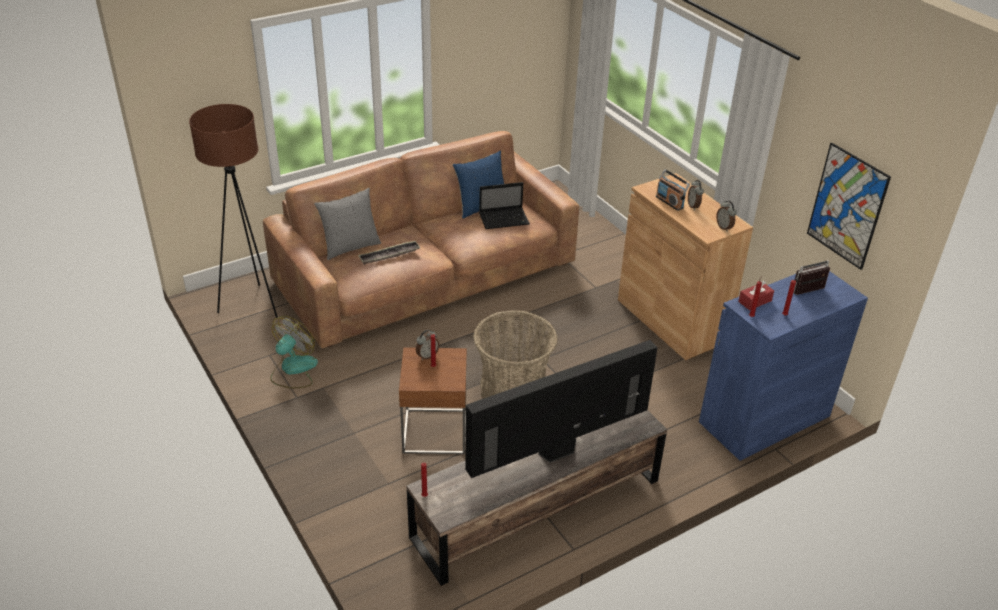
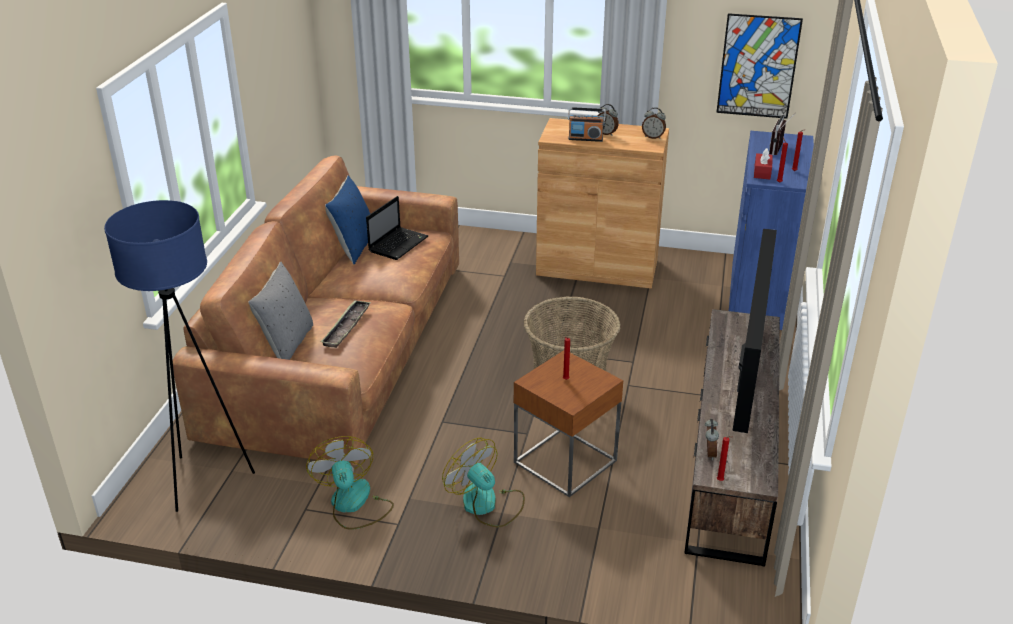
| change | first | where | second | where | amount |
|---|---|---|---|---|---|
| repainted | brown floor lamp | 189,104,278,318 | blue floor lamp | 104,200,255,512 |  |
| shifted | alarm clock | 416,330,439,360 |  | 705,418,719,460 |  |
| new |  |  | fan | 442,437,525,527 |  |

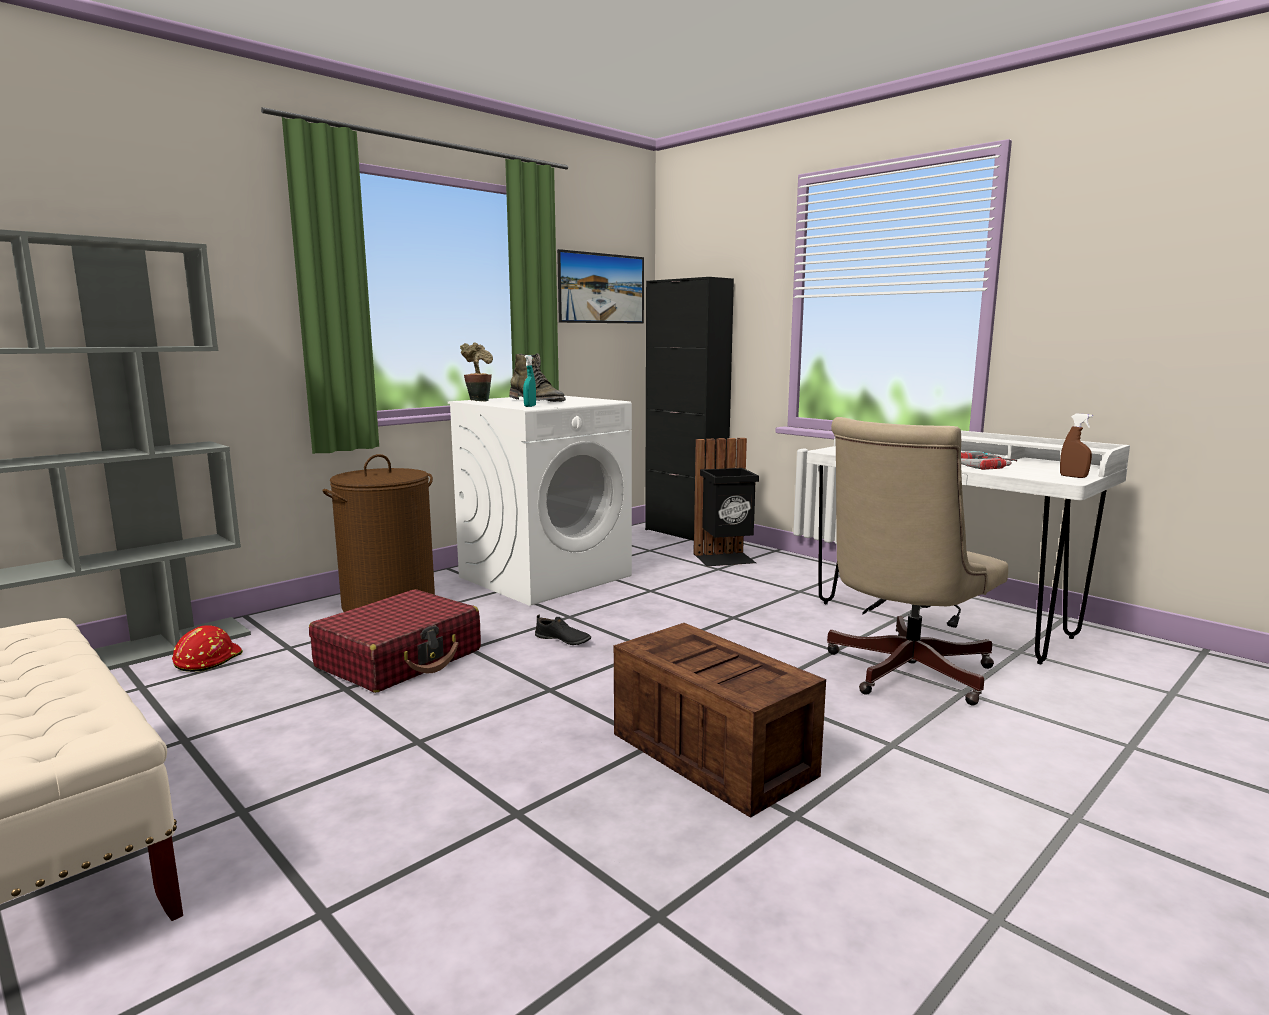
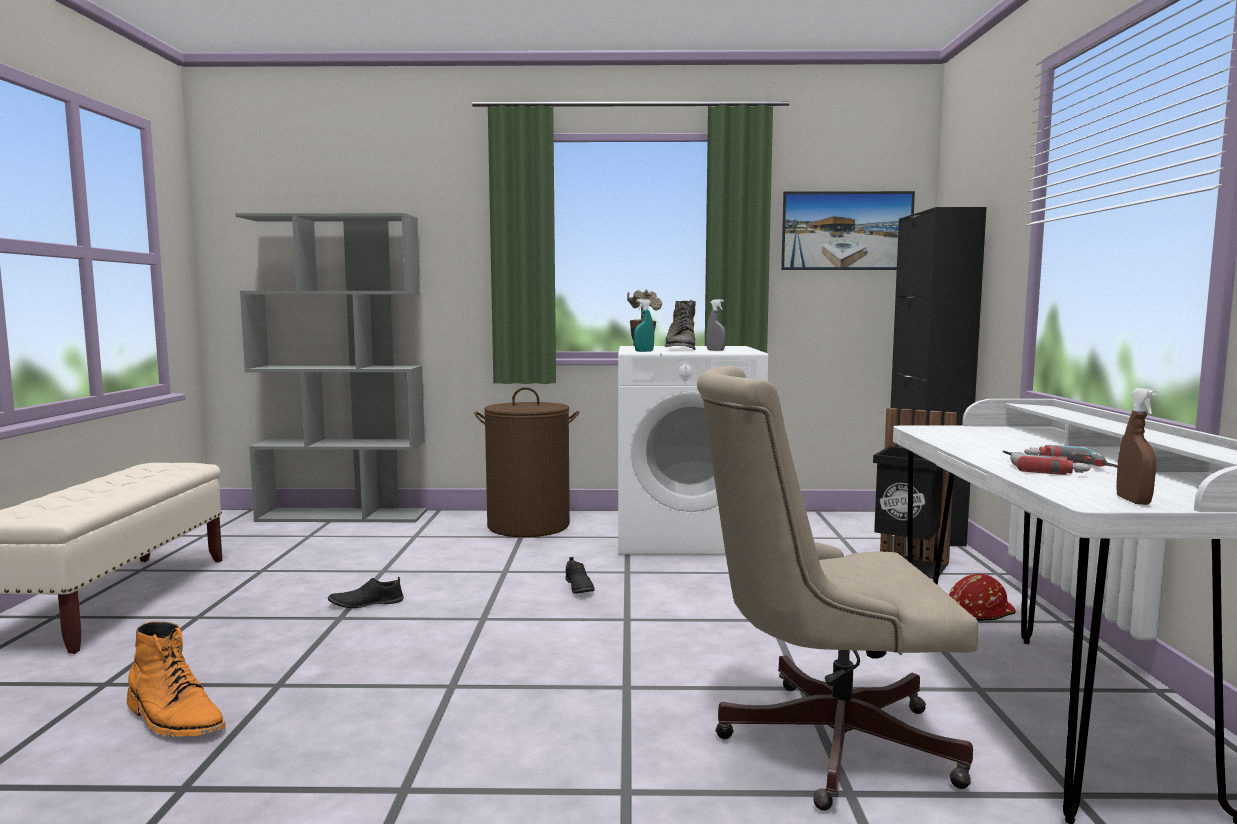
| change | first | where | second | where | amount |
|---|---|---|---|---|---|
| shifted | red hard hat | 172,625,243,672 |  | 949,574,1016,621 |  |
| gone | red suitcase | 309,589,481,693 |  |  |  |
| gone | crate | 614,623,826,818 |  |  |  |
| new |  |  | orange boot | 127,621,226,737 |  |
| new |  |  | black shoe | 328,577,404,608 |  |
| new |  |  | grey spray bottle | 706,299,726,351 |  |

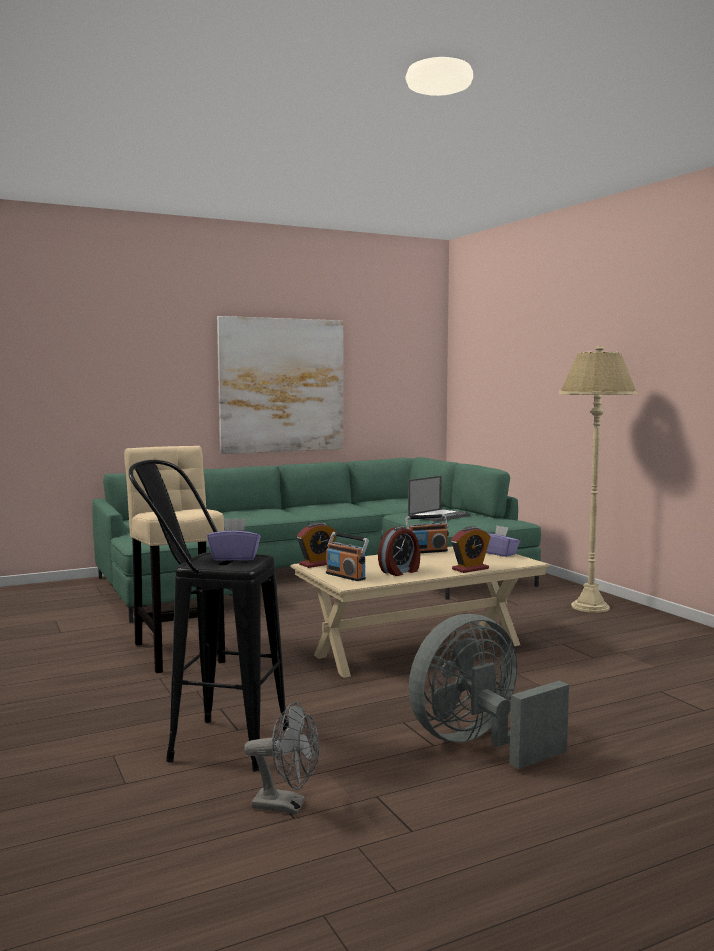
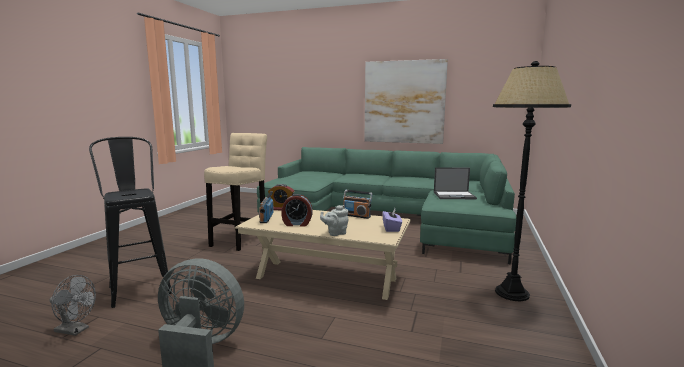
| change | first | where | second | where | amount |
|---|---|---|---|---|---|
| gone | purple tissue box | 207,518,261,561 |  |  |  |
| rotated | grey fan | 244,702,319,814 |  | 49,275,96,336 | 45 degrees counterclockwise |
| swapped | alarm clock | 451,526,491,573 | grey teapot | 320,205,348,236 |  |
| repainted | beige floor lamp | 559,346,638,613 | black floor lamp | 493,61,571,301 |  |

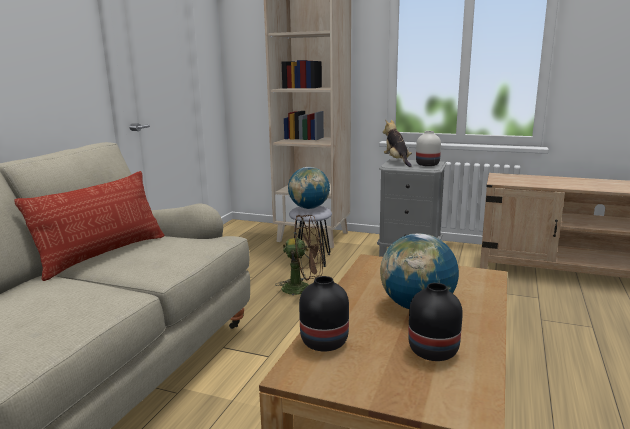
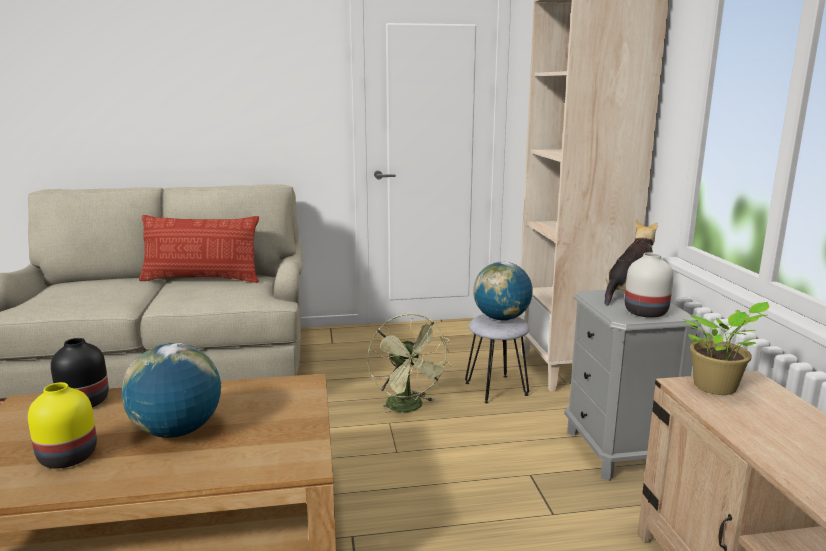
| change | first | where | second | where | amount |
|---|---|---|---|---|---|
| repainted | brown fan | 275,215,324,295 | green fan | 367,314,451,417 |  |
| repainted | black vase | 408,283,463,361 | yellow vase | 28,382,97,469 |  |
| new |  |  | potted plant | 683,302,769,395 |  |

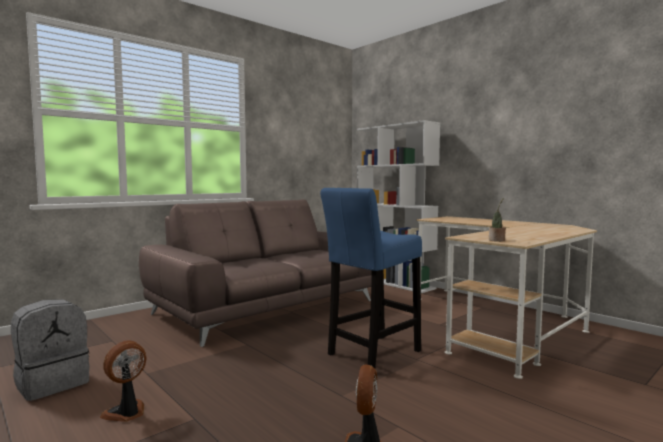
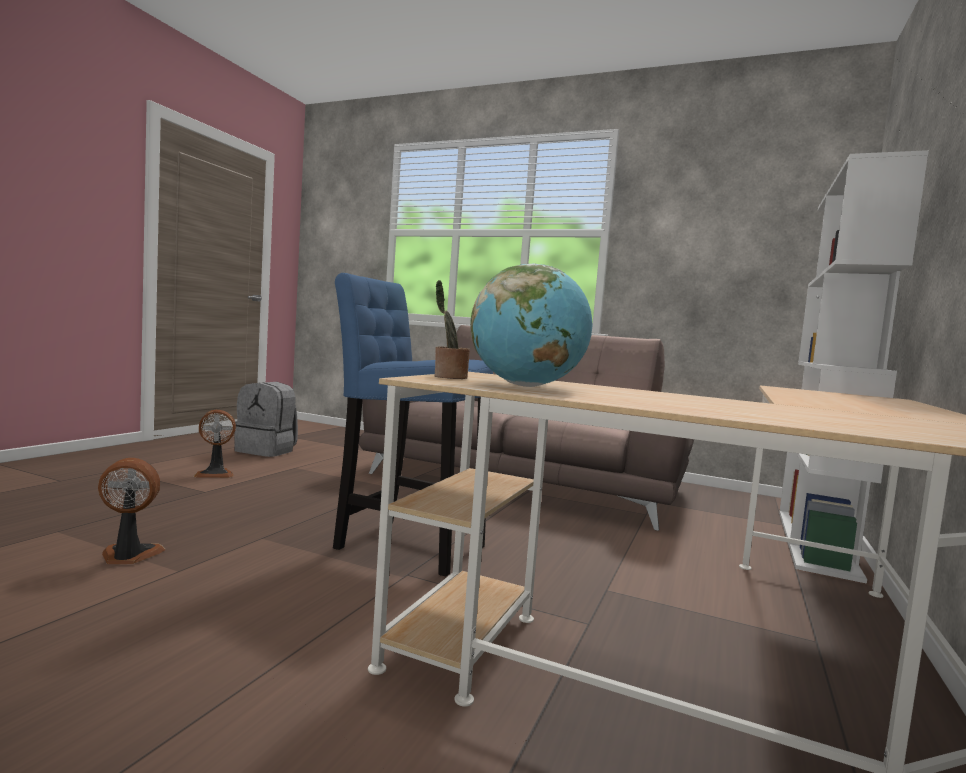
| change | first | where | second | where | amount |
|---|---|---|---|---|---|
| rotated | fan | 100,340,146,422 |  | 193,410,236,478 | 150 degrees clockwise |
| new |  |  | globe | 470,263,592,387 |  |

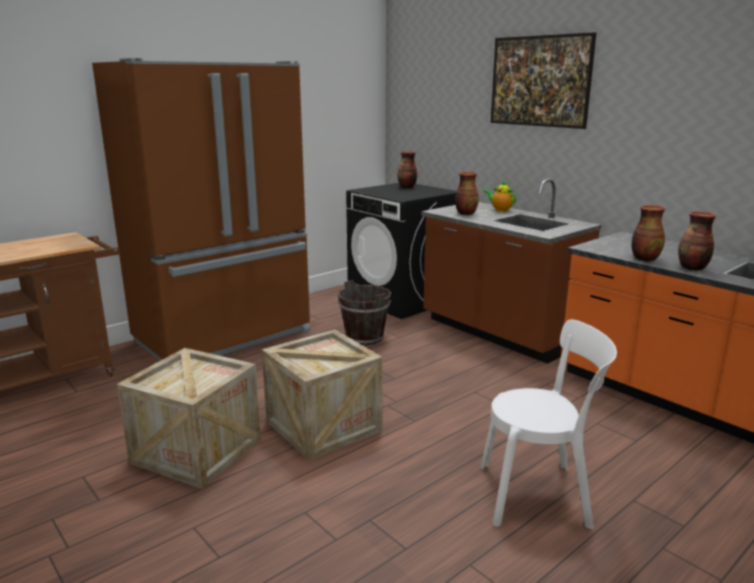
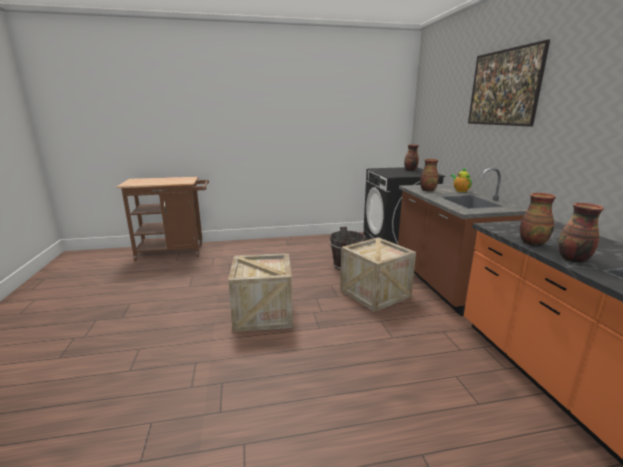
| change | first | where | second | where | amount |
|---|---|---|---|---|---|
| gone | brown fridge | 92,58,310,361 |  |  |  |
| shifted | crate | 117,348,261,489 |  | 340,237,416,312 |  |
| gone | white chair | 481,319,617,529 |  |  |  |

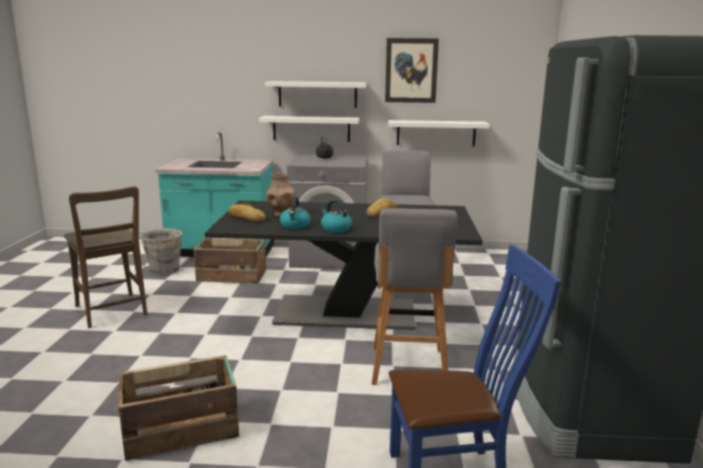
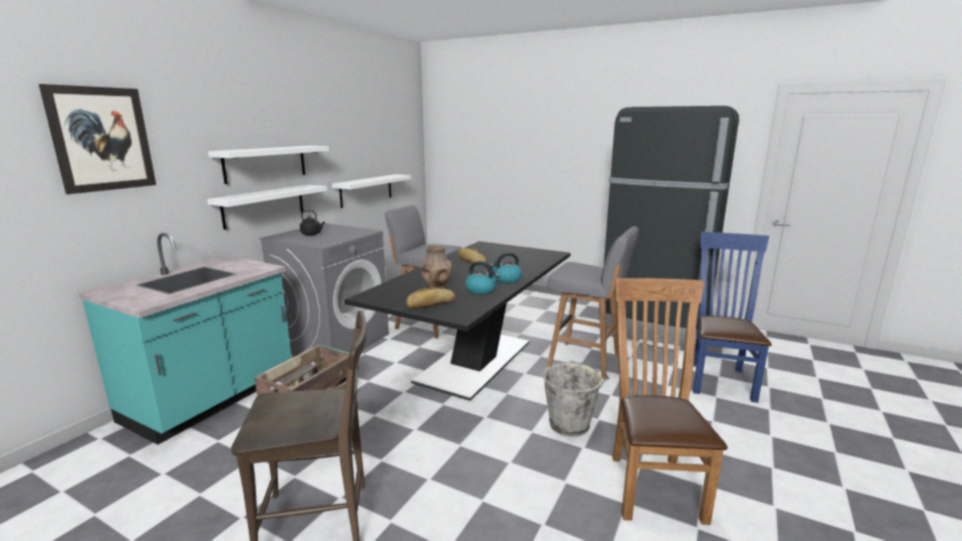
| change | first | where | second | where | amount |
|---|---|---|---|---|---|
| swapped | crate | 118,355,239,461 | brown chair | 612,278,728,525 |  |
| shifted | grey bucket | 140,228,184,275 |  | 543,361,609,437 |  |
| shifted | picture | 385,38,439,103 |  | 39,84,156,194 |  |

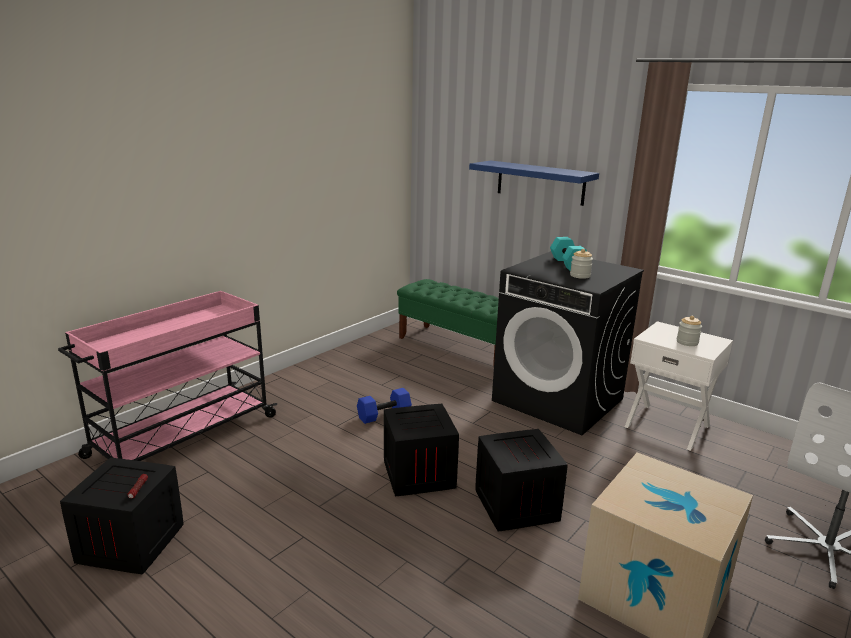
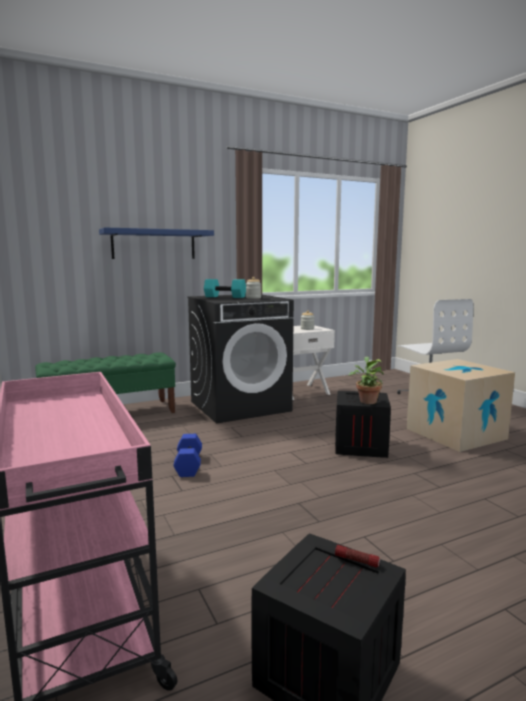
| change | first | where | second | where | amount |
|---|---|---|---|---|---|
| gone | crate | 384,404,459,496 |  |  |  |
| new |  |  | potted plant | 348,356,384,404 |  |

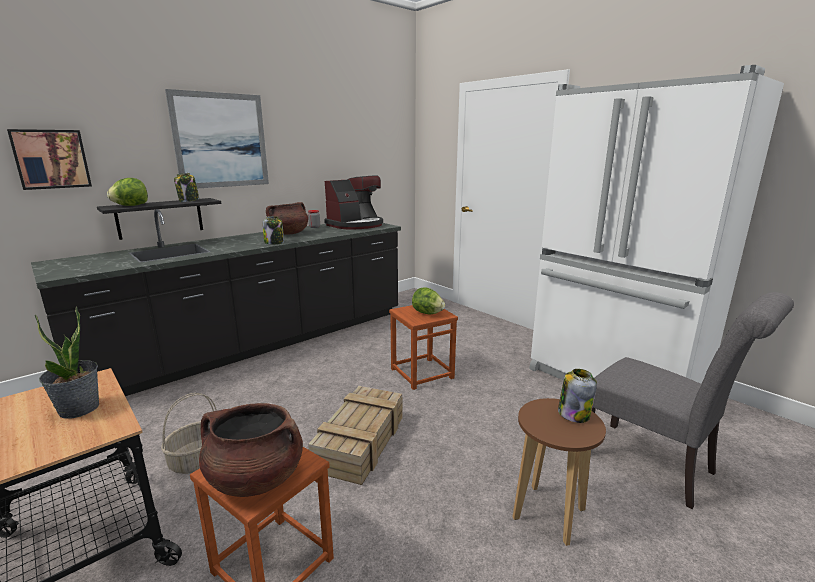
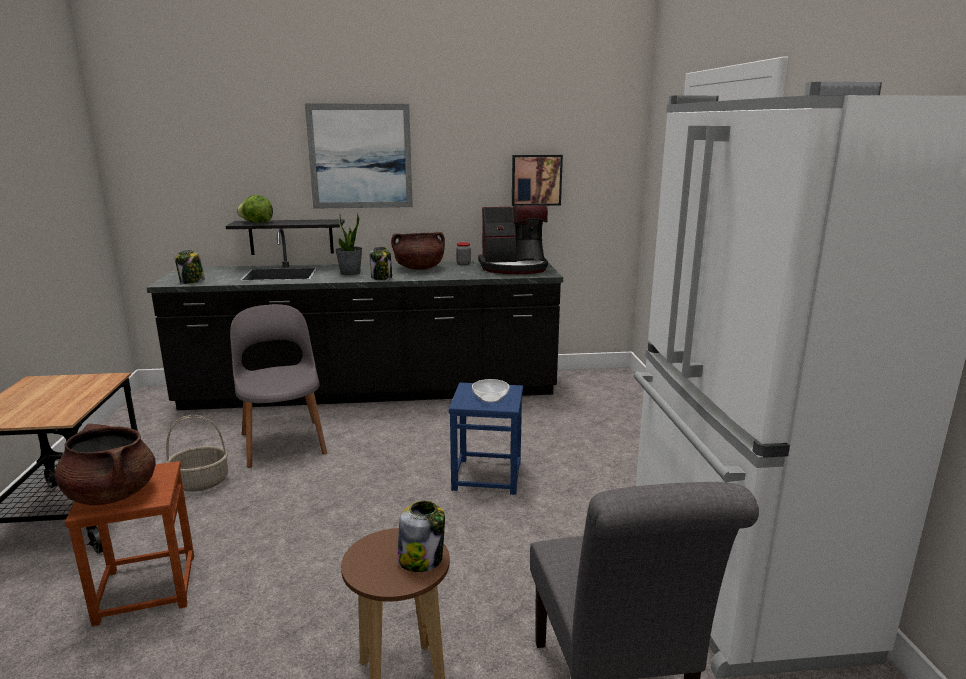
| change | first | where | second | where | amount |
|---|---|---|---|---|---|
| shifted | picture | 7,129,92,190 |  | 512,155,563,206 |  |
| shifted | potted plant | 35,306,99,419 |  | 335,213,363,275 |  |
| shifted | jar | 174,173,199,202 |  | 175,250,205,284 |  |
| gone | crate | 308,386,402,485 |  |  |  |
| repainted | brown stool | 389,305,458,390 | blue stool | 448,383,523,495 |  |
| swapped | lettuce | 412,287,445,314 | bowl | 472,379,509,403 |  |
| new |  |  | grey chair | 230,304,327,468 |  |

